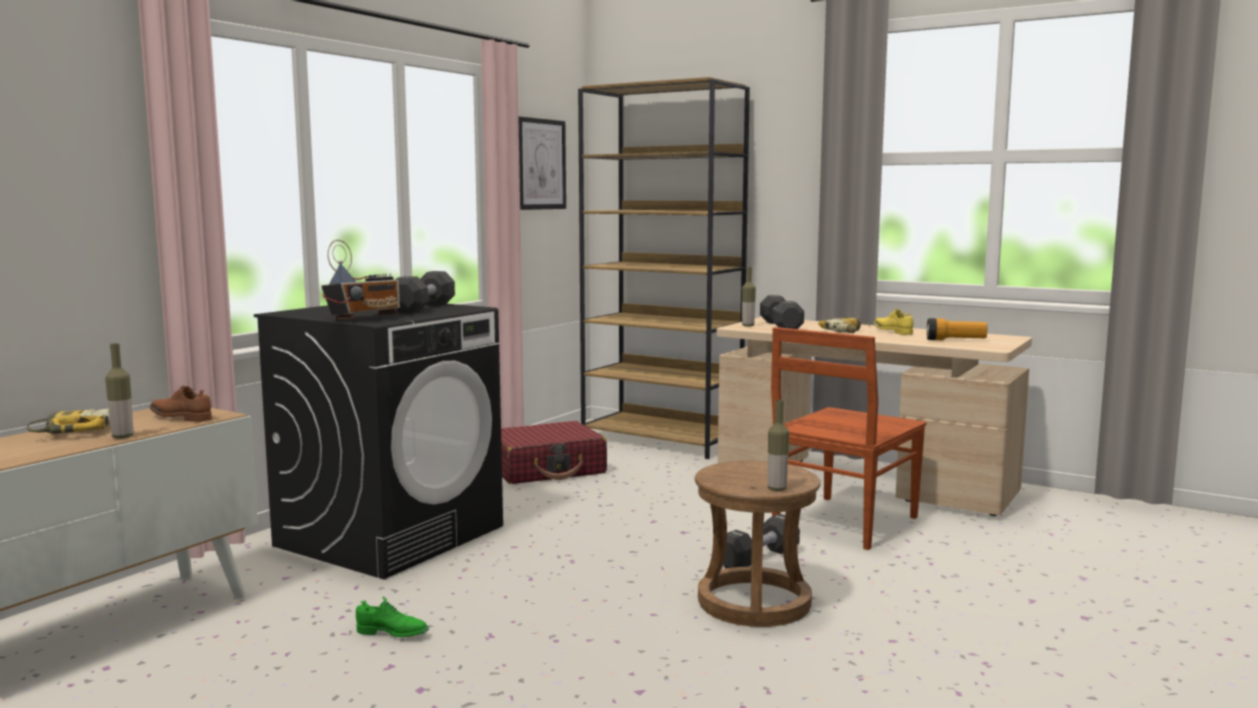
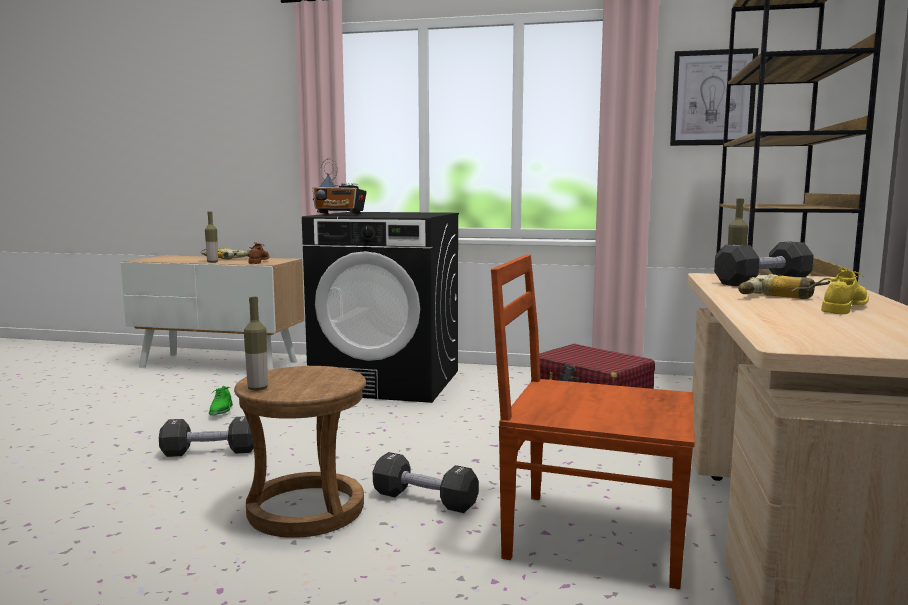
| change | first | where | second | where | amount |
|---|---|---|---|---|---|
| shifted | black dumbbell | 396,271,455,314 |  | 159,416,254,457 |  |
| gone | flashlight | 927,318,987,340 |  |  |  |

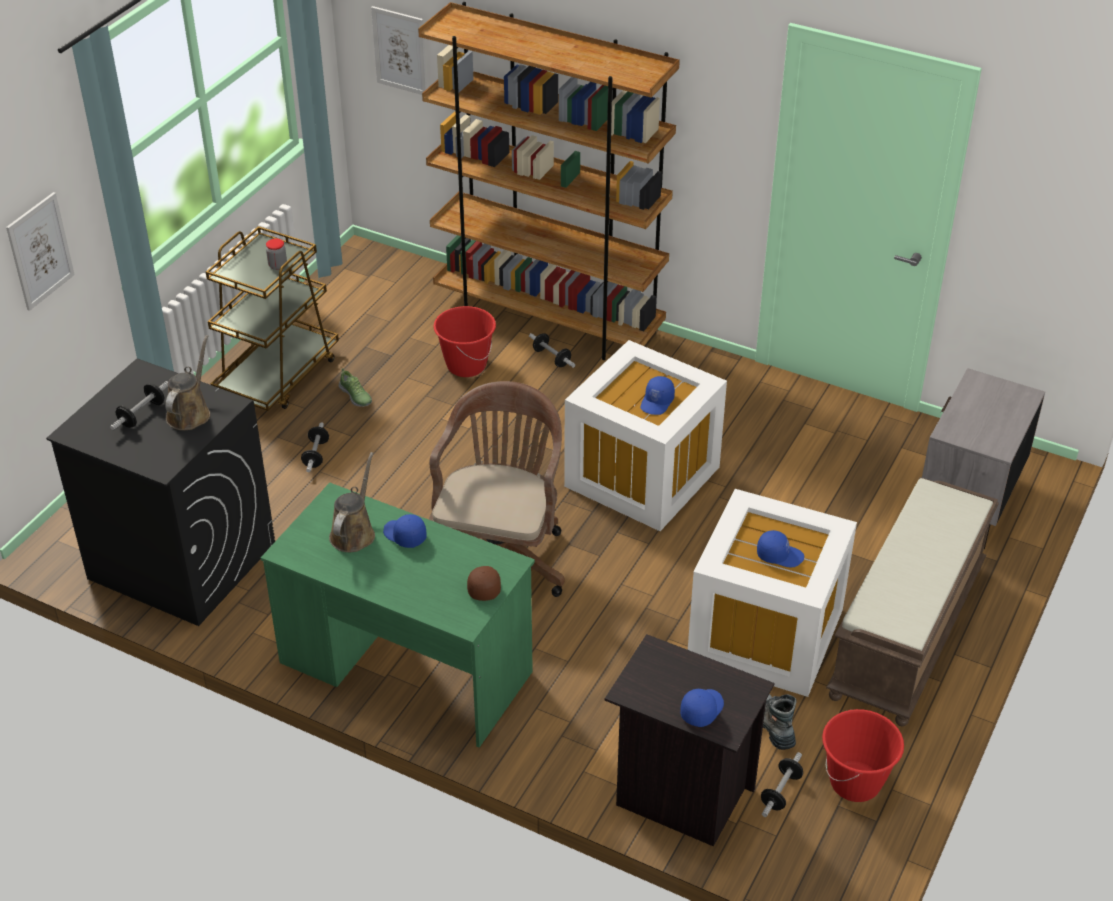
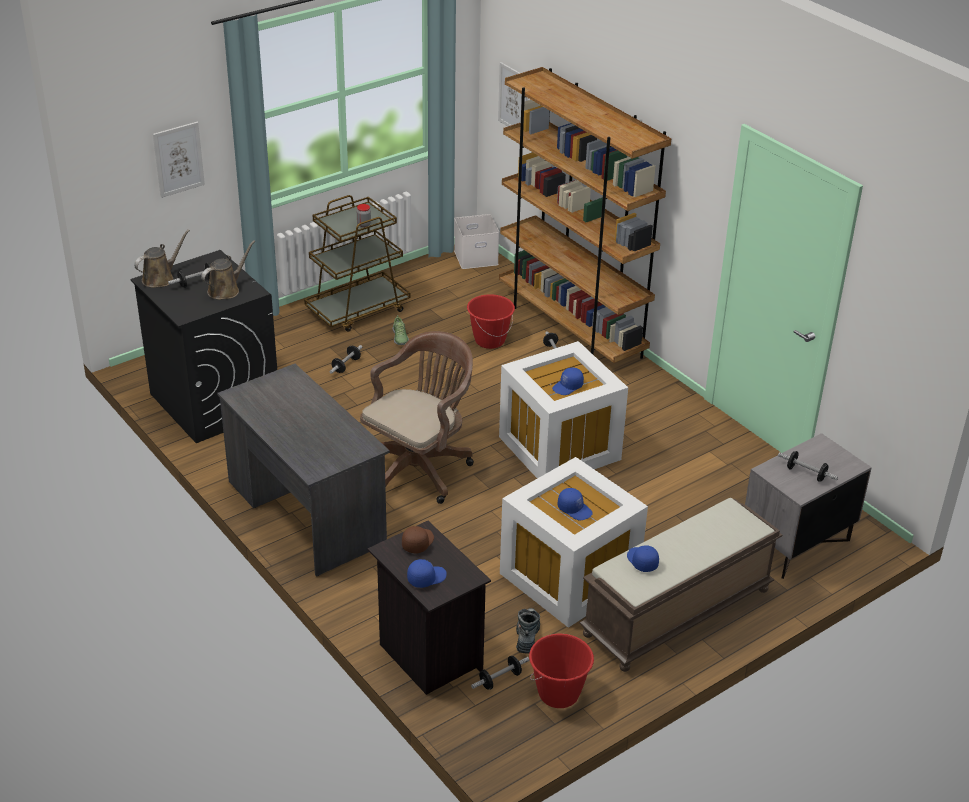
| change | first | where | second | where | amount |
|---|---|---|---|---|---|
| repainted | green desk | 261,482,535,747 | grey desk | 217,364,390,577 |  |
| shifted | brown watering can | 329,452,375,552 |  | 134,229,190,288 |  |
| shifted | blue cap | 383,514,427,548 |  | 627,545,659,572 |  |
| shifted | brown cap | 467,566,501,601 |  | 402,526,434,554 |  |
| new |  |  | white storage box | 454,214,499,269 |  |
| new |  |  | dumbbell | 778,451,838,481 |  |

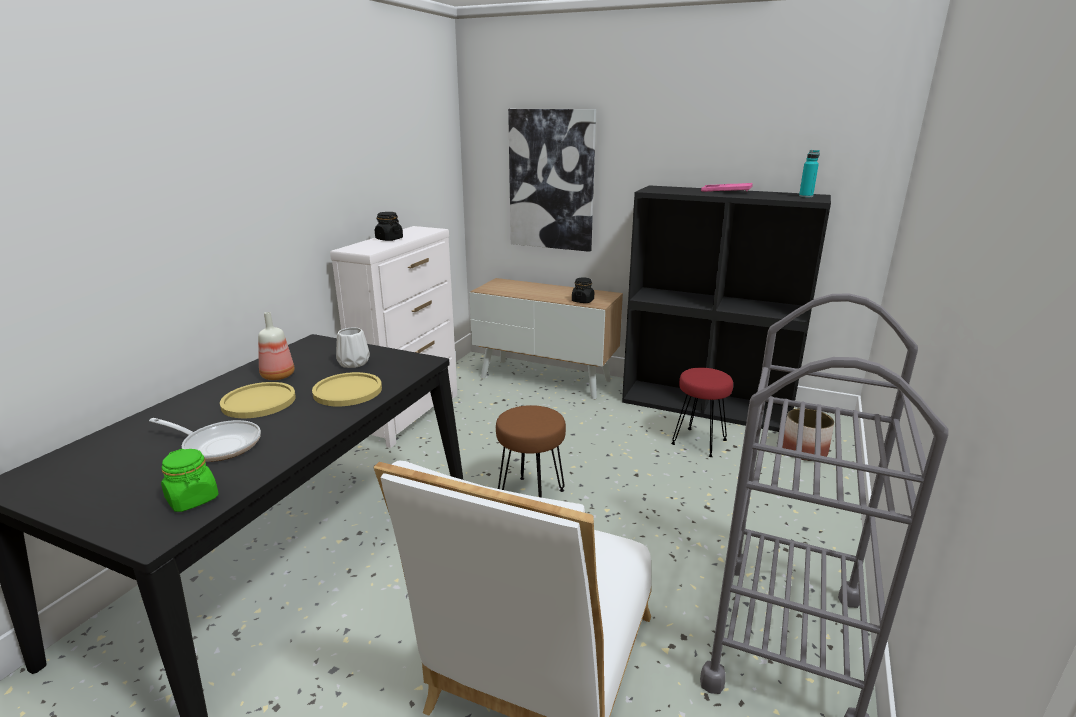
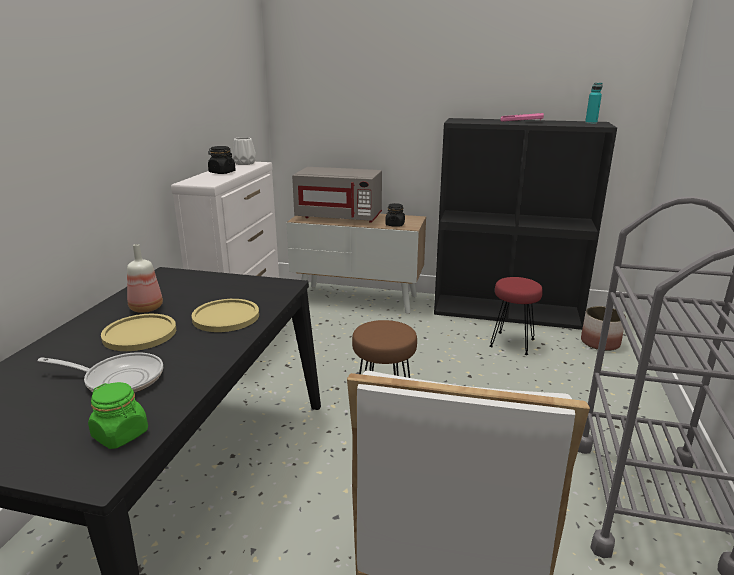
| change | first | where | second | where | amount |
|---|---|---|---|---|---|
| shifted | white vase | 336,327,370,368 |  | 232,137,256,165 |  |
| gone | picture | 508,109,596,252 |  |  |  |
| new |  |  | grey microwave | 292,167,382,223 |  |

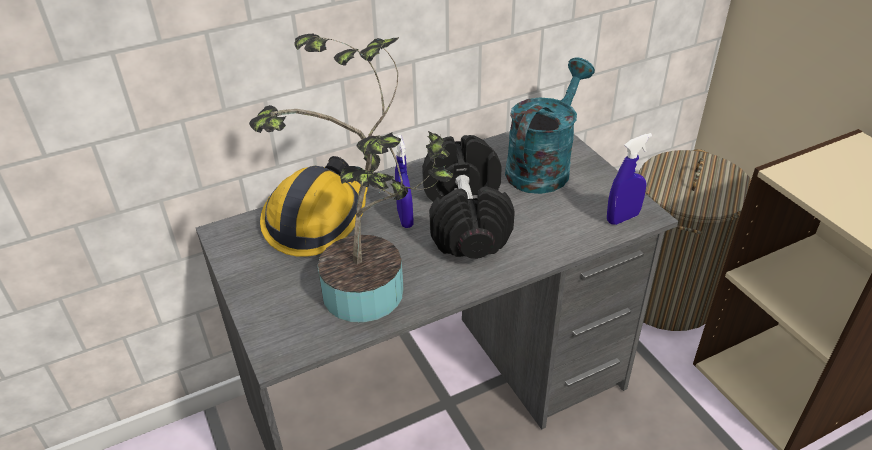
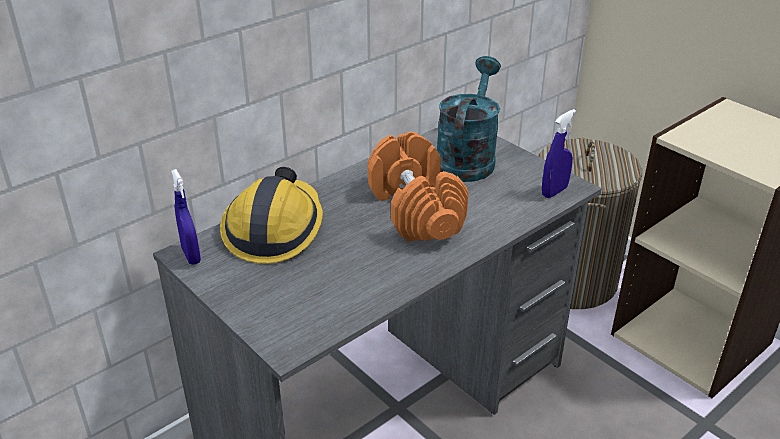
| change | first | where | second | where | amount |
|---|---|---|---|---|---|
| gone | potted plant | 249,34,453,323 |  |  |  |
| shifted | blue spray bottle | 395,135,414,228 |  | 171,169,201,265 |  |
| repainted | black dumbbell | 422,135,515,259 | orange dumbbell | 368,132,469,242 |  |

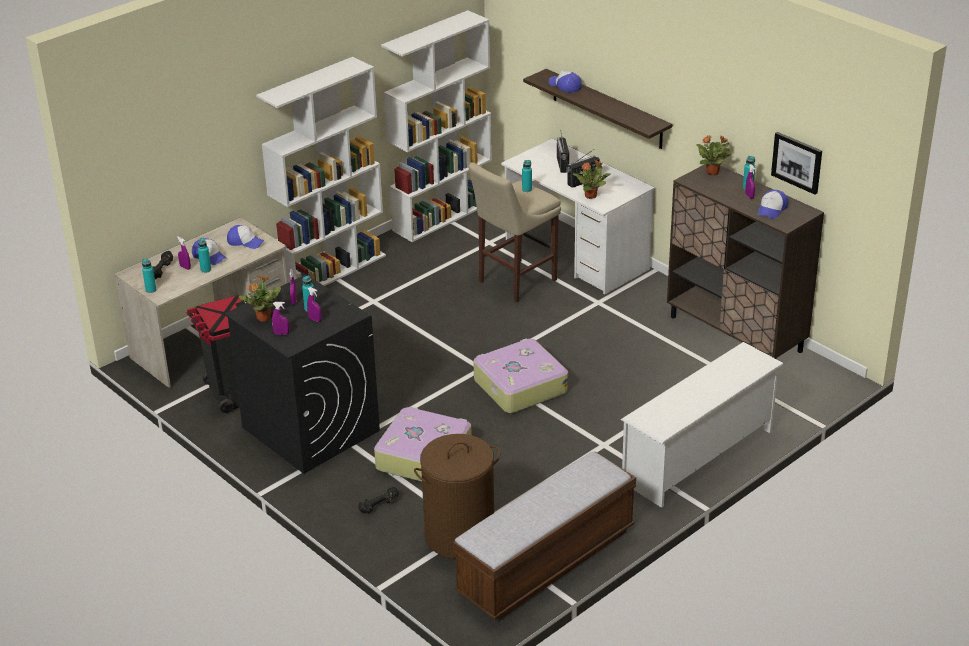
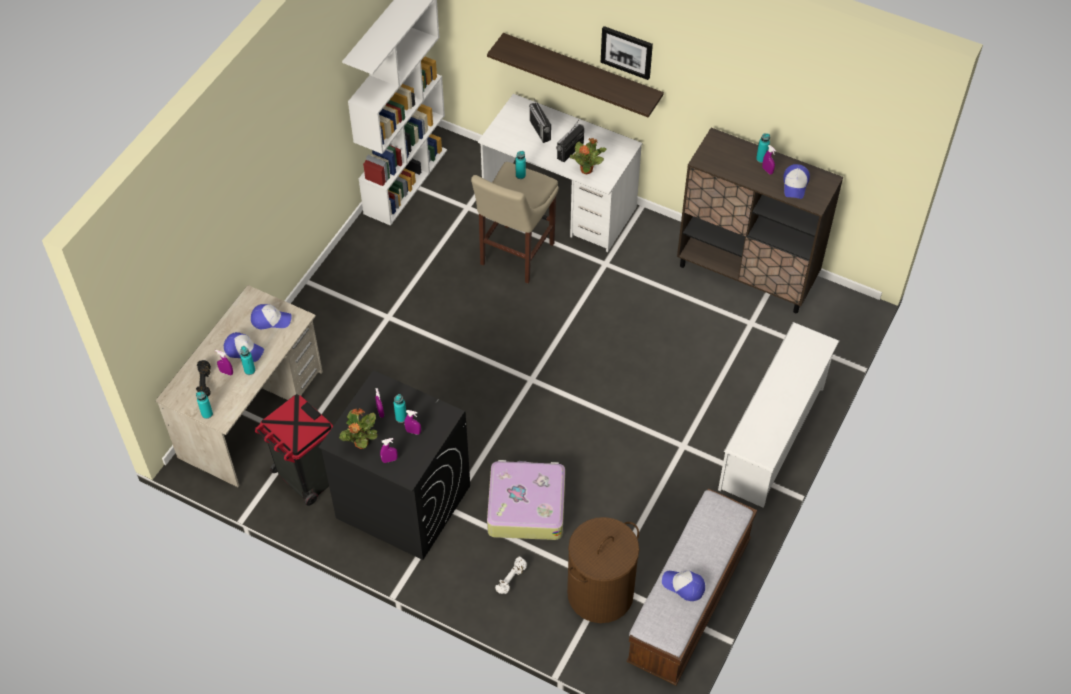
| change | first | where | second | where | amount |
|---|---|---|---|---|---|
| gone | white bookcase | 256,57,386,286 |  |  |  |
| repainted | black dumbbell | 358,487,399,514 | white dumbbell | 495,557,527,594 |  |
| gone | suitcase | 473,338,568,413 |  |  |  |
| shifted | cap | 549,71,582,93 |  | 662,571,705,601 |  |
| gone | potted plant | 696,135,733,175 |  |  |  |
| shifted | picture | 771,132,822,195 |  | 601,26,653,80 |  |

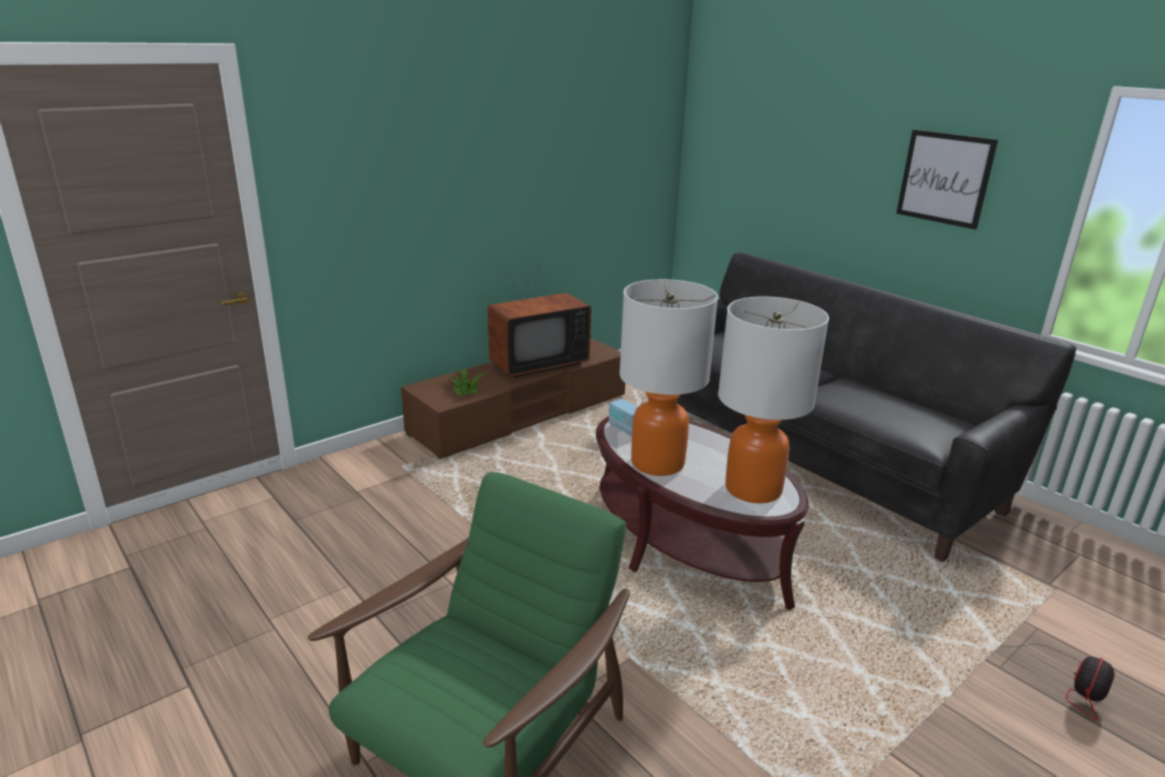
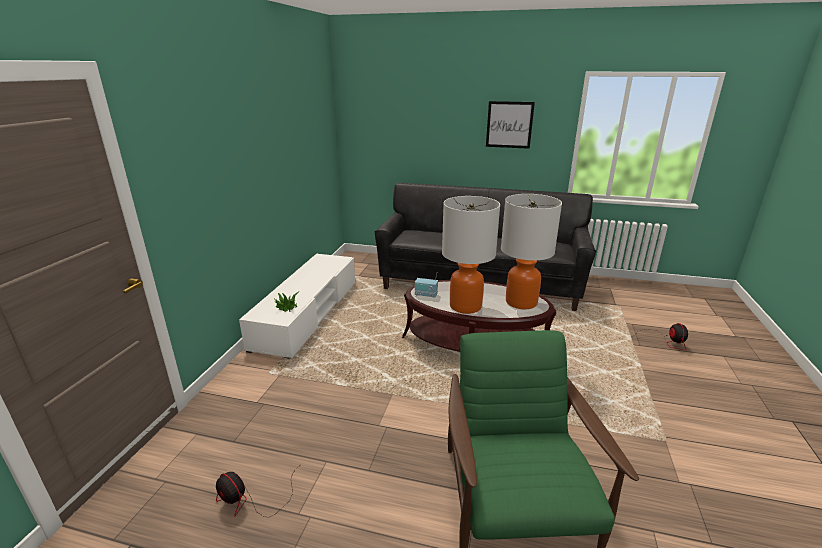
| change | first | where | second | where | amount |
|---|---|---|---|---|---|
| repainted | brown tv stand | 401,338,625,459 | white tv stand | 239,254,355,359 |  |
| gone | television | 488,262,591,377 |  |  |  |
| new |  |  | fan | 216,466,299,517 |  |

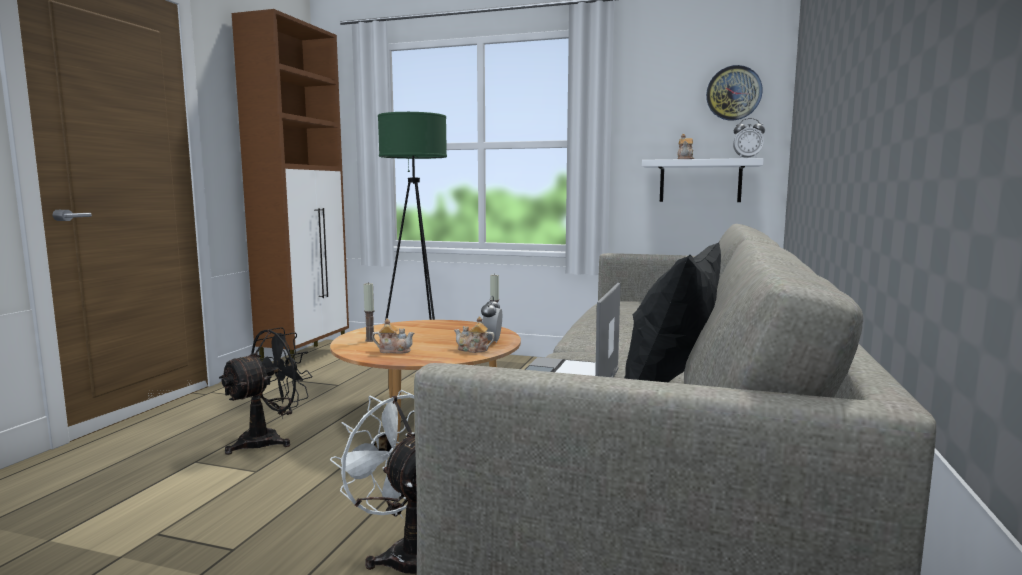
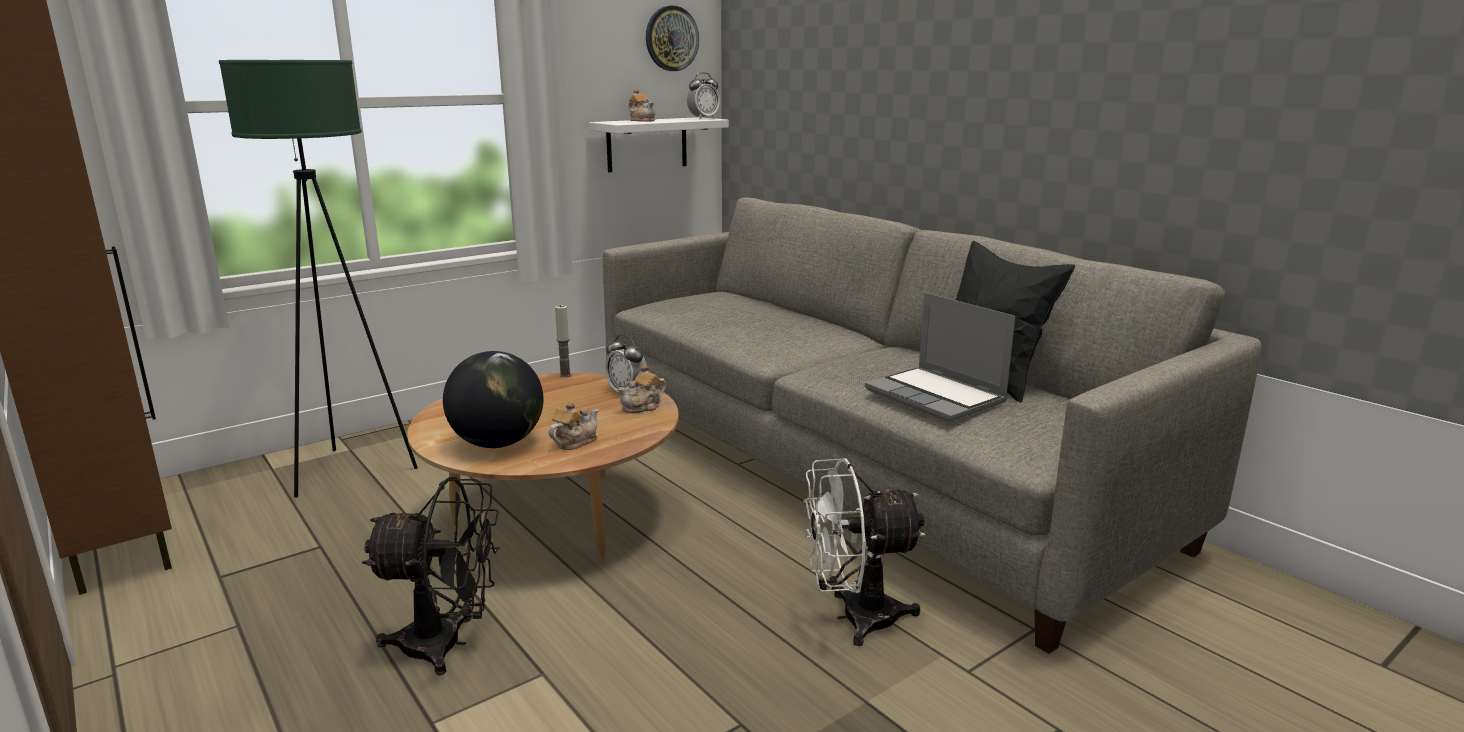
| change | first | where | second | where | amount |
|---|---|---|---|---|---|
| rotated | black fan | 219,327,313,455 |  | 362,477,499,675 | 105 degrees clockwise |
| swapped | candle | 364,282,375,342 | globe | 443,351,543,448 |  |

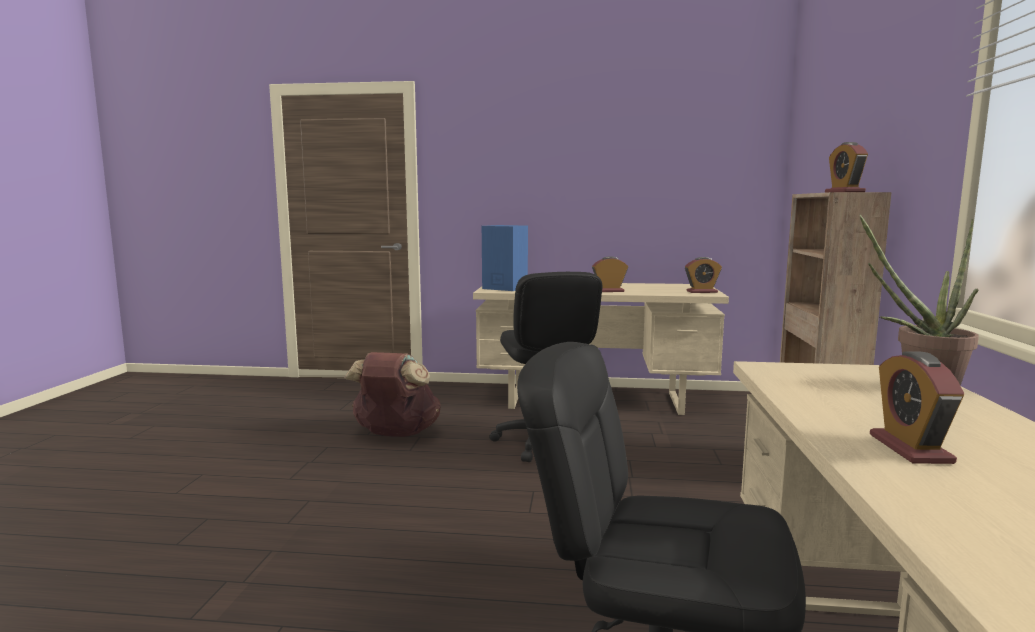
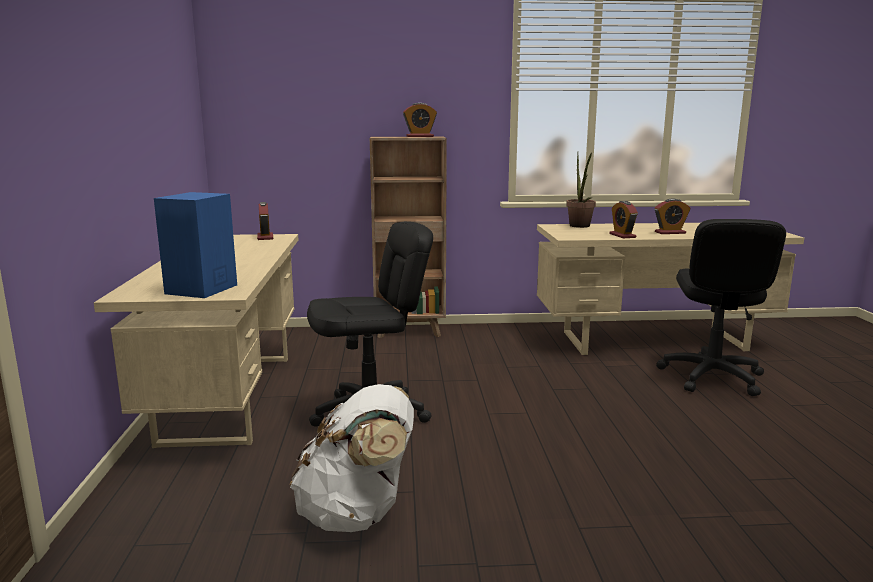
| change | first | where | second | where | amount |
|---|---|---|---|---|---|
| repainted | brown backpack | 344,352,441,437 | white backpack | 290,384,414,532 |  |
| shifted | alarm clock | 592,256,628,292 |  | 609,201,638,238 |  |

